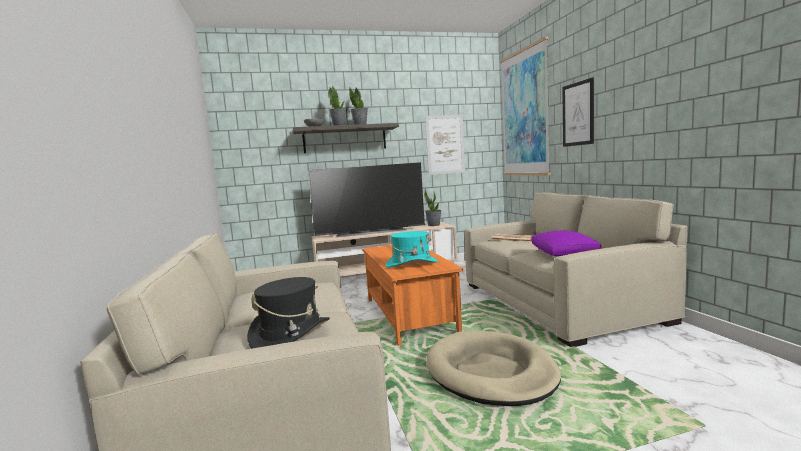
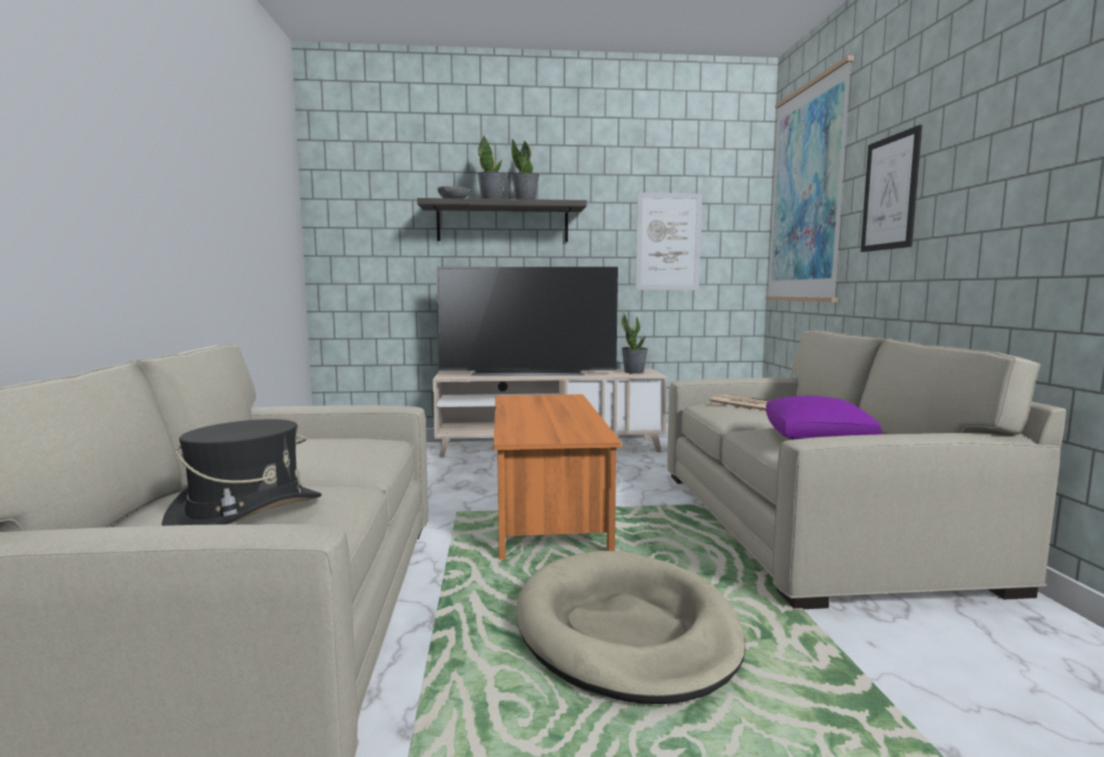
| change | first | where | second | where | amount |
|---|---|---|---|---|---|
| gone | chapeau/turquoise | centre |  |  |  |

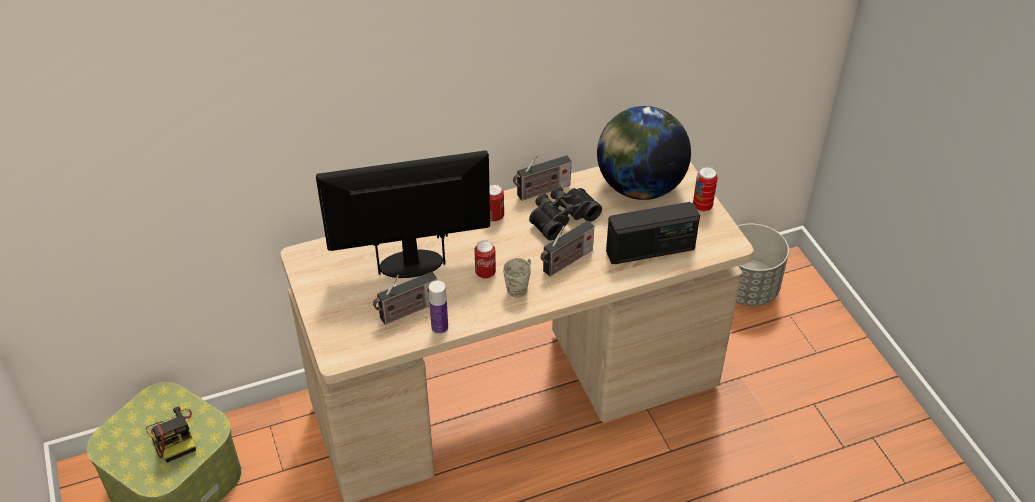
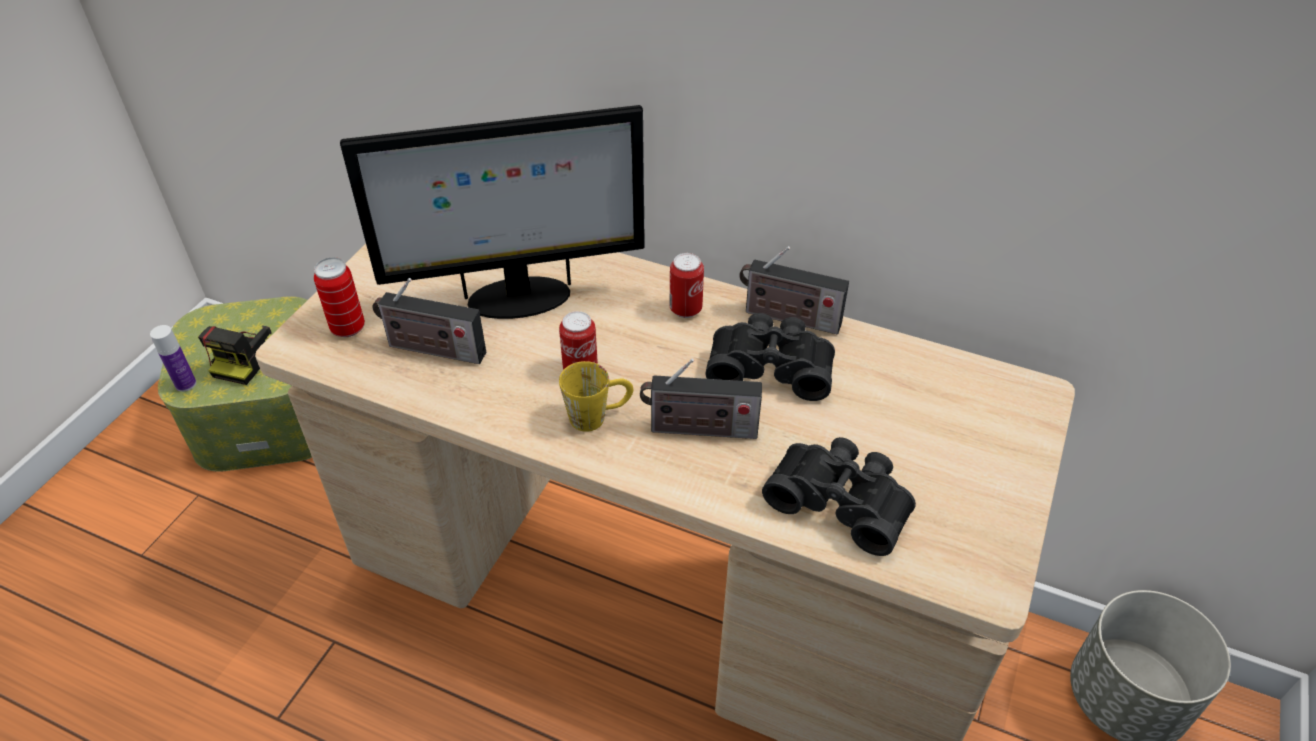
| change | first | where | second | where | amount |
|---|---|---|---|---|---|
| rotated | écran d'ordinateur | centre |  | top centre | 135 degrees clockwise |
| shifted | bouteille | centre |  | middle left |  |
| repainted | mug/blanc | centre | mug/jaune | centre |  |
| gone | globe | top centre |  |  |  |
| swapped | radio (no. 4 from left) | centre | jumelles/noir (no. 2 from left) | bottom centre |  |
| shifted | boîte métallique (no. 3 from left in the first image) | middle right | boîte métallique (no. 1 from left) | middle left |  |

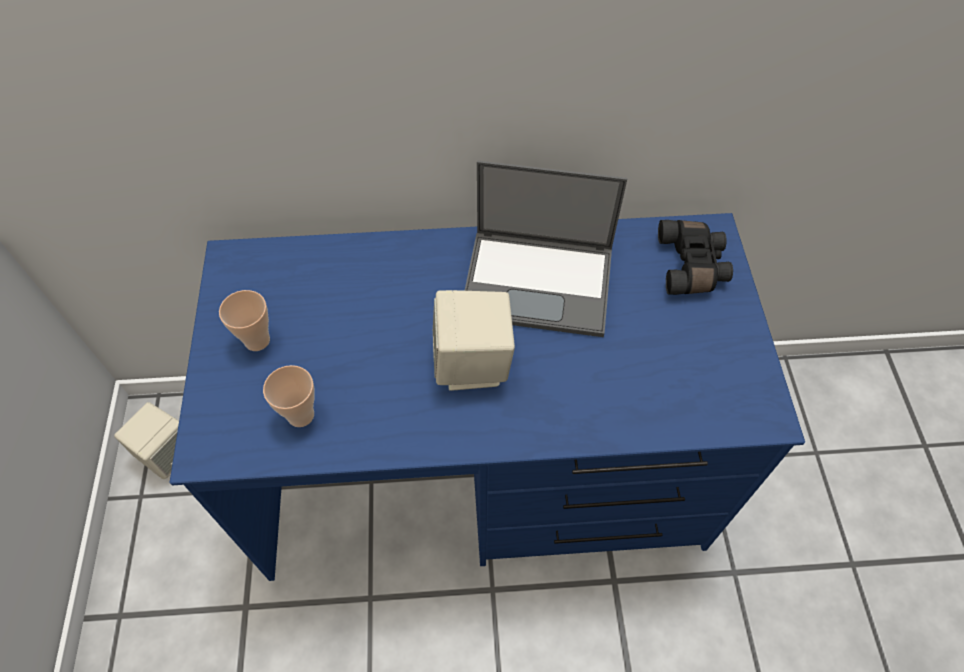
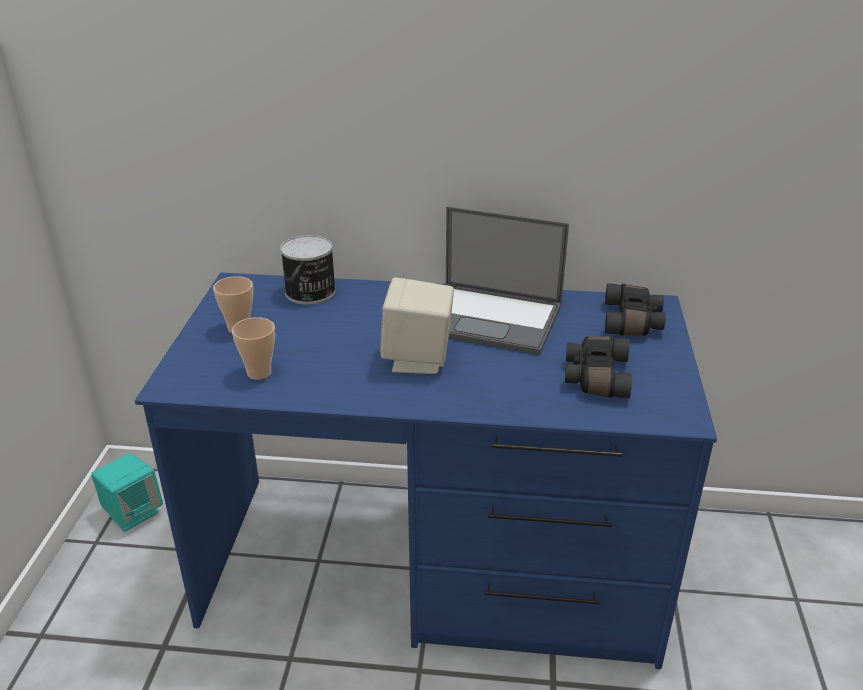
| change | first | where | second | where | amount |
|---|---|---|---|---|---|
| repainted | enceinte/beige (no. 1 from left) | middle left | enceinte/turquoise | bottom left |  |
| new |  |  | boîte métallique | centre |  |
| new |  |  | jumelles/noir (no. 1 from left) | middle right |  |

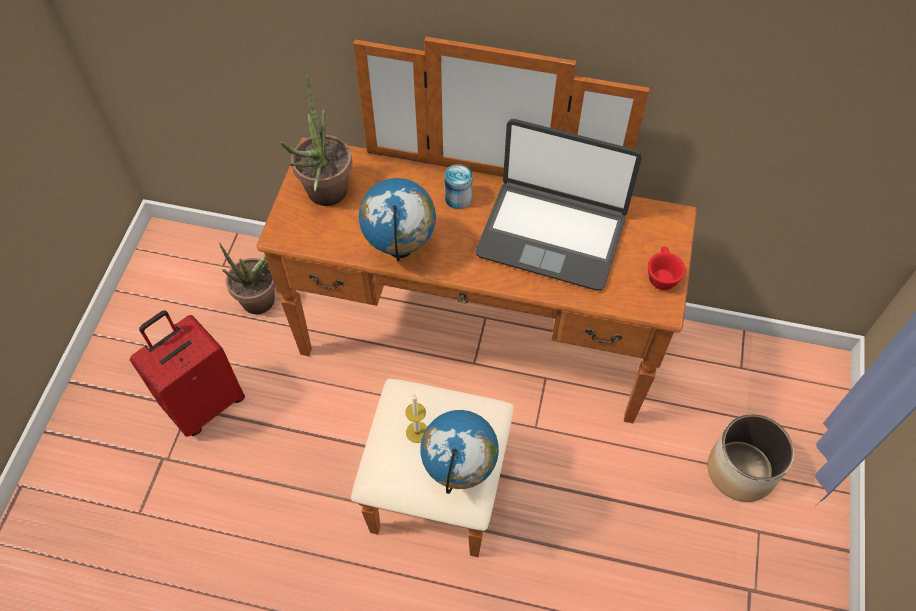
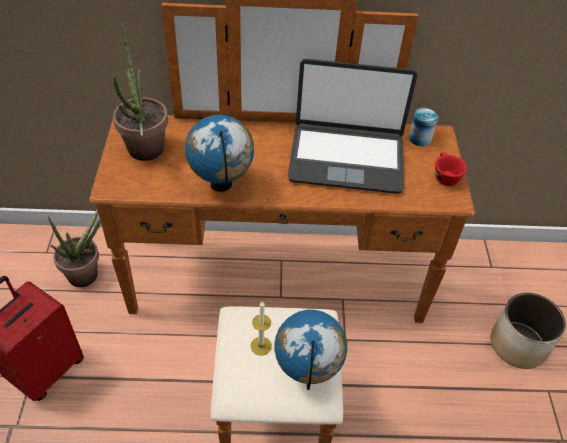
| change | first | where | second | where | amount |
|---|---|---|---|---|---|
| shifted | boîte métallique | top centre |  | top right |  |

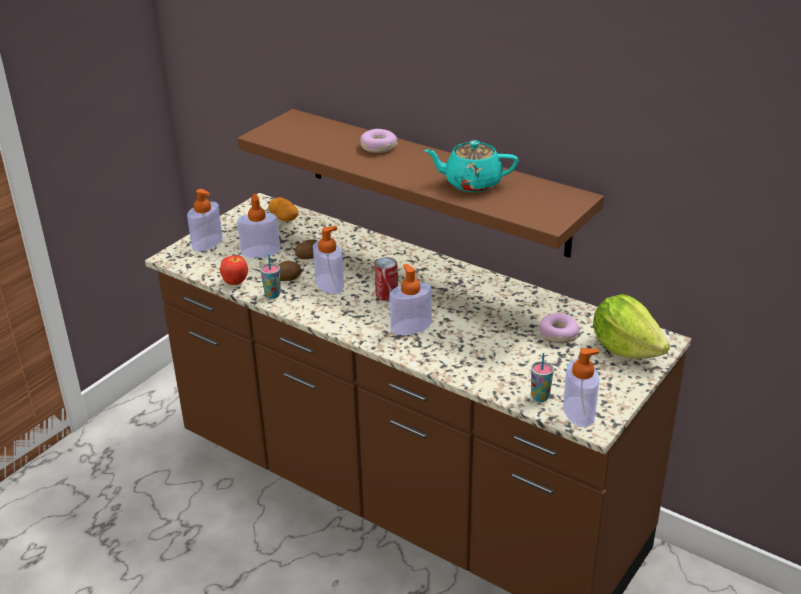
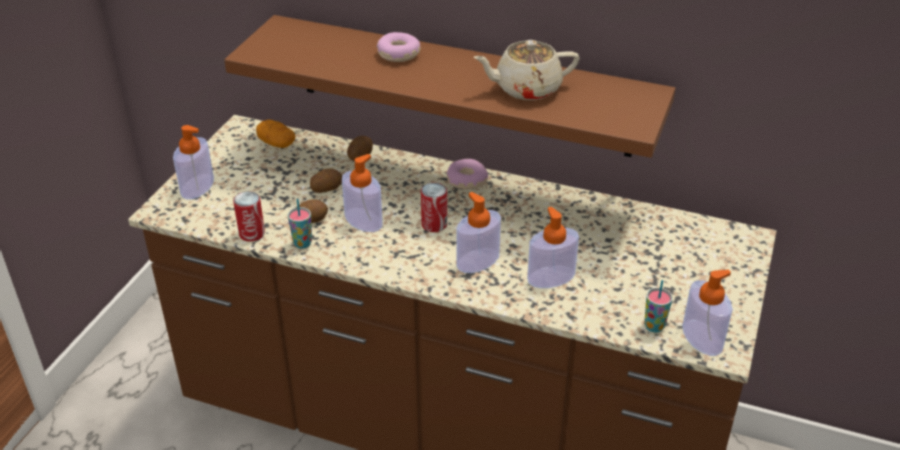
| change | first | where | second | where | amount |
|---|---|---|---|---|---|
| swapped | pomme | middle left | boîte métallique (no. 1 from left) | middle left |  |
| shifted | distributeur de savon (no. 2 from left in the first image) | middle left | distributeur de savon (no. 4 from left) | centre |  |
| repainted | théière/turquoise | top centre | théière/beige | top centre |  |
| shifted | beignet (no. 2 from left) | middle right |  | centre |  |
| gone | laitue | middle right |  |  |  |
| new |  |  | pomme de terre (no. 4 from left) | top centre |  |

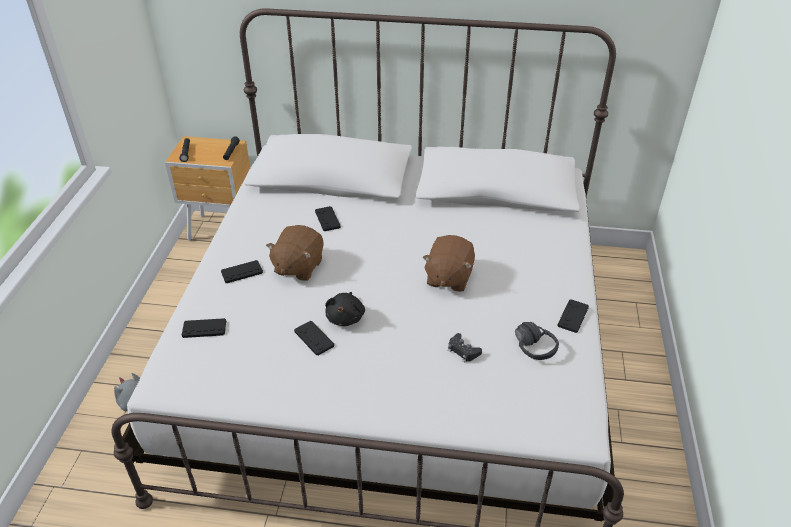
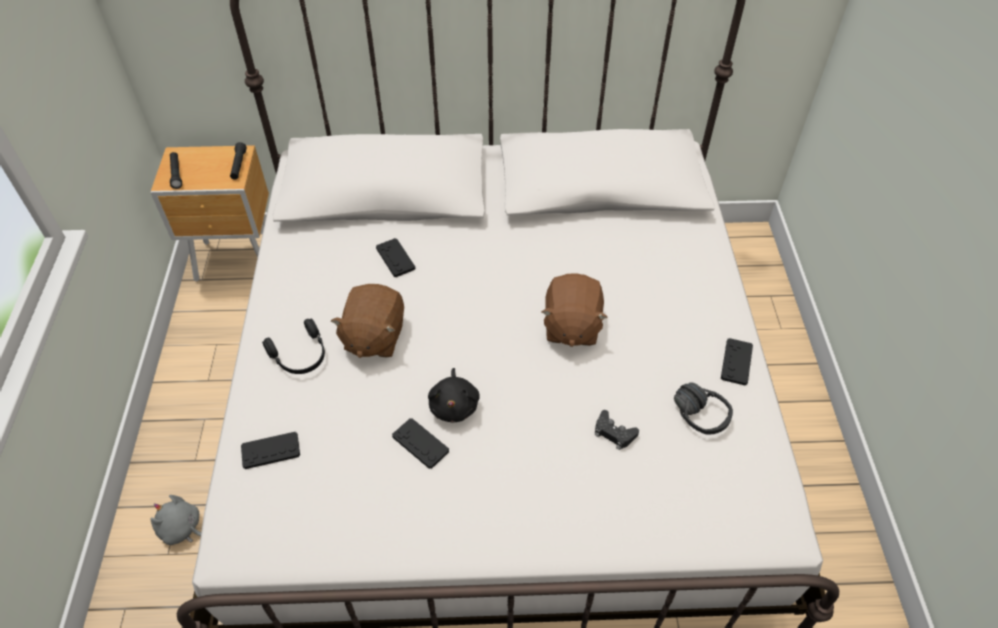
| change | first | where | second | where | amount |
|---|---|---|---|---|---|
| swapped | manette/noir (no. 2 from left) | middle left | casque audio/noir (no. 1 from left) | middle left |  |

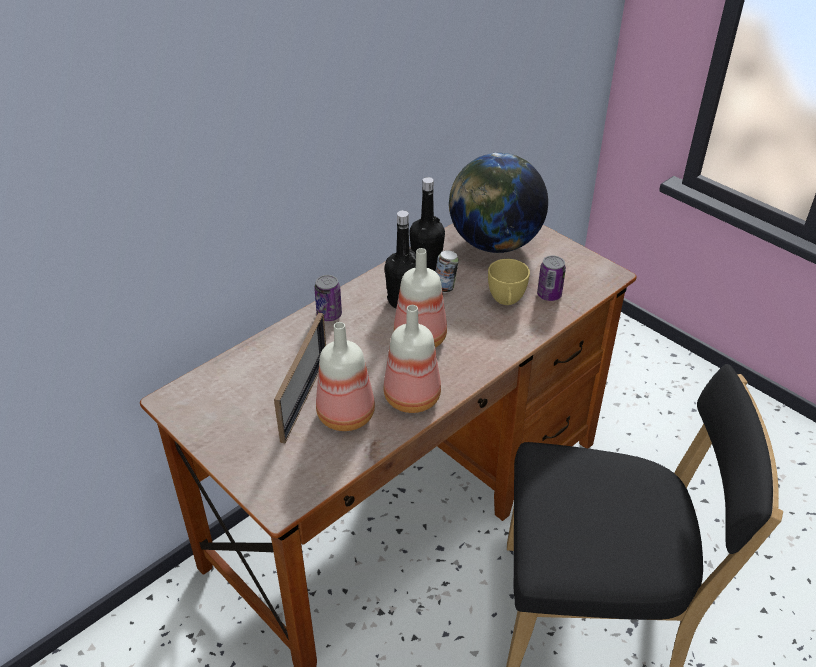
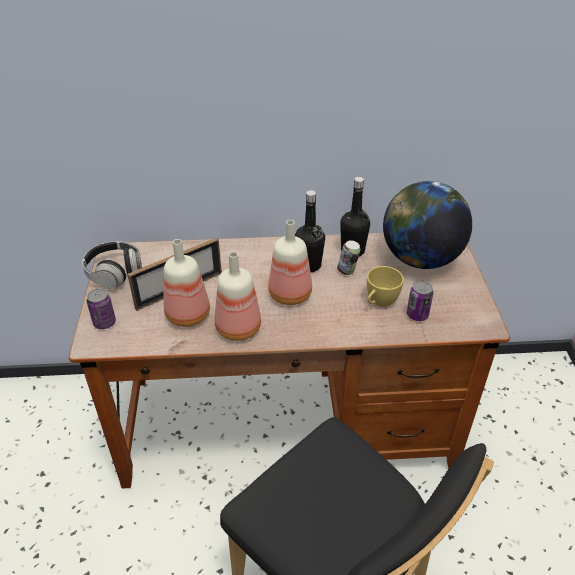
| change | first | where | second | where | amount |
|---|---|---|---|---|---|
| shifted | boîte métallique (no. 1 from left) | centre |  | middle left |  |
| new |  |  | casque audio | middle left |  |

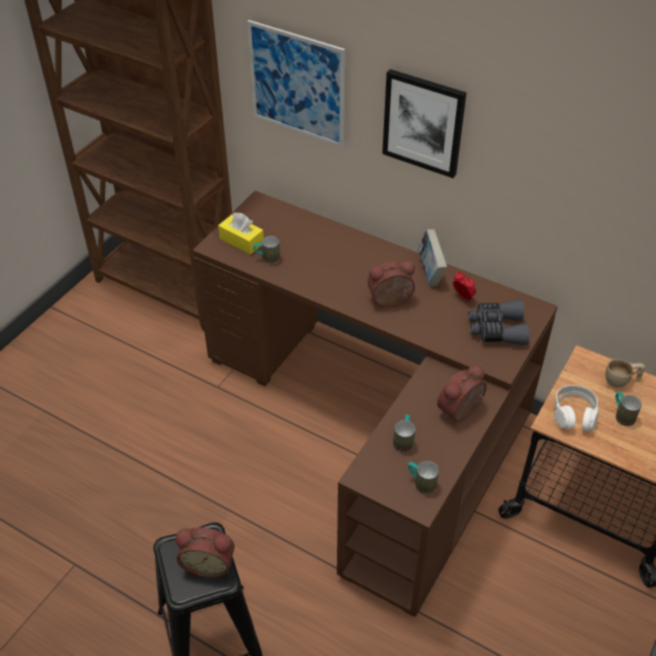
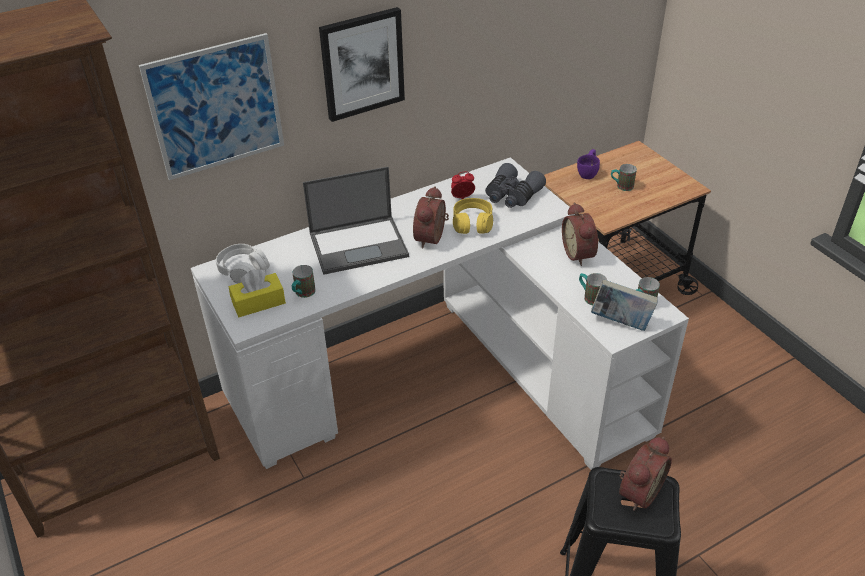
| change | first | where | second | where | amount |
|---|---|---|---|---|---|
| repainted | bureau/marron | centre | bureau/blanc | centre |  |
| shifted | livre | centre |  | middle right |  |
| shifted | casque audio/blanc | middle right |  | middle left |  |
| repainted | tasse/beige | middle right | tasse/violet | top right |  |
| new |  |  | ordinateur portable | centre |  |
| new |  |  | casque audio/jaune | centre |  |

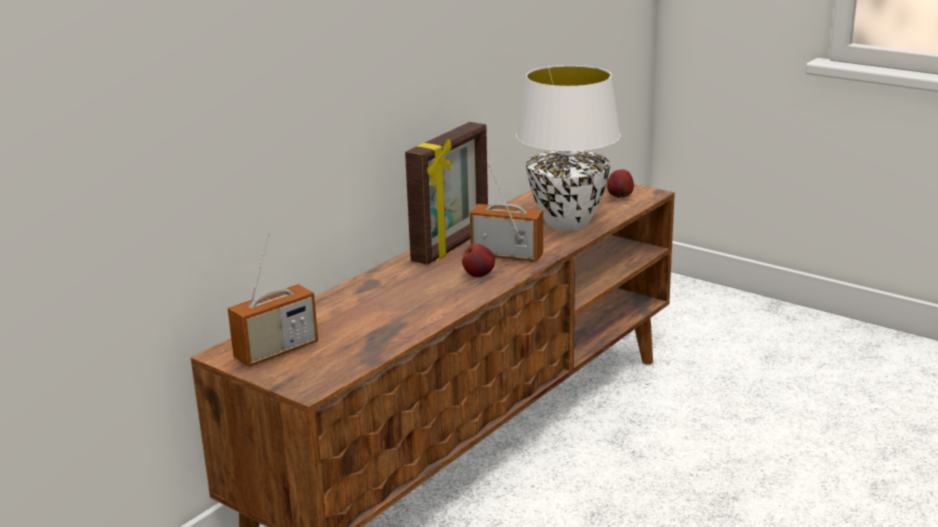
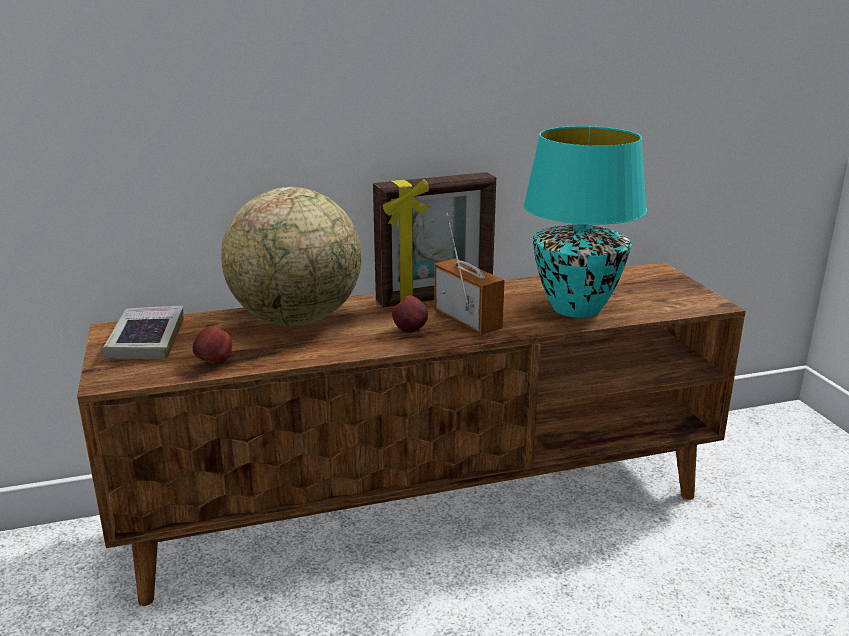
| change | first | where | second | where | amount |
|---|---|---|---|---|---|
| swapped | radio (no. 1 from left) | middle left | livre | middle left |  |
| repainted | lampe de table/blanc | top centre | lampe de table/turquoise | middle right |  |
| shifted | pomme (no. 2 from left in the first image) | centre | pomme (no. 1 from left) | middle left |  |
| new |  |  | globe | centre |  |

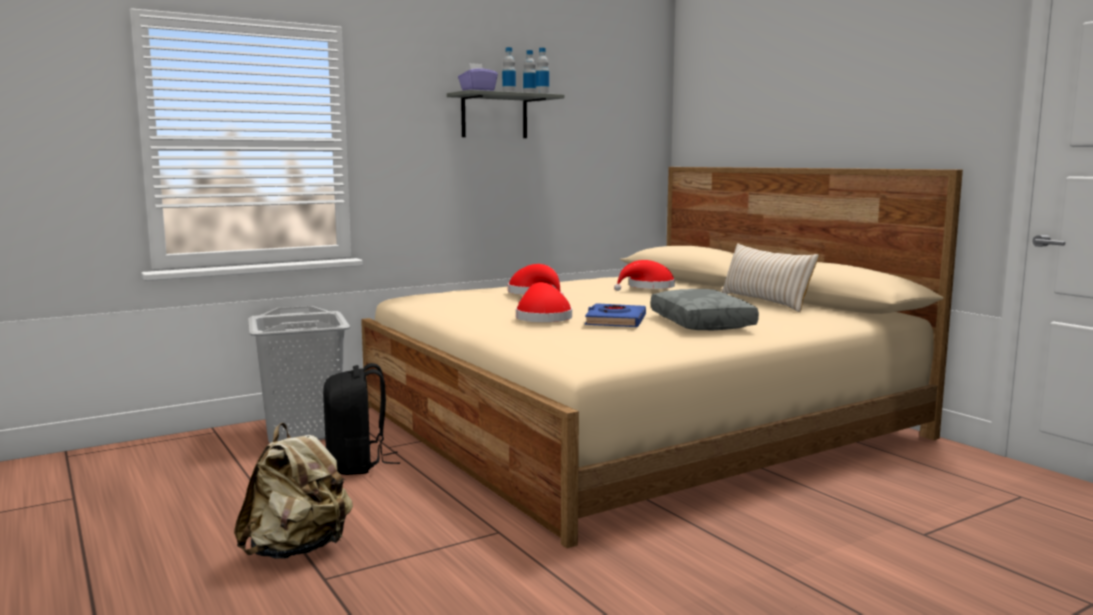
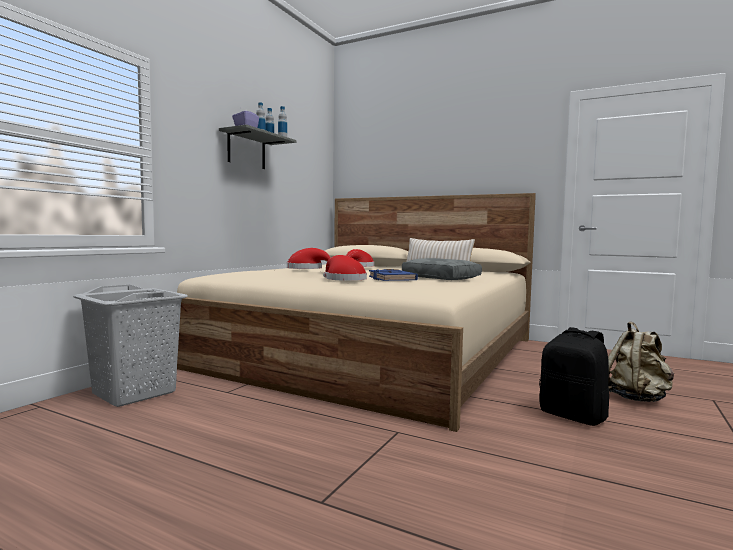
| change | first | where | second | where | amount |
|---|---|---|---|---|---|
| shifted | sac à dos/beige | bottom left |  | middle right |  |
| shifted | sac à dos/noir | bottom left |  | bottom right |  |

